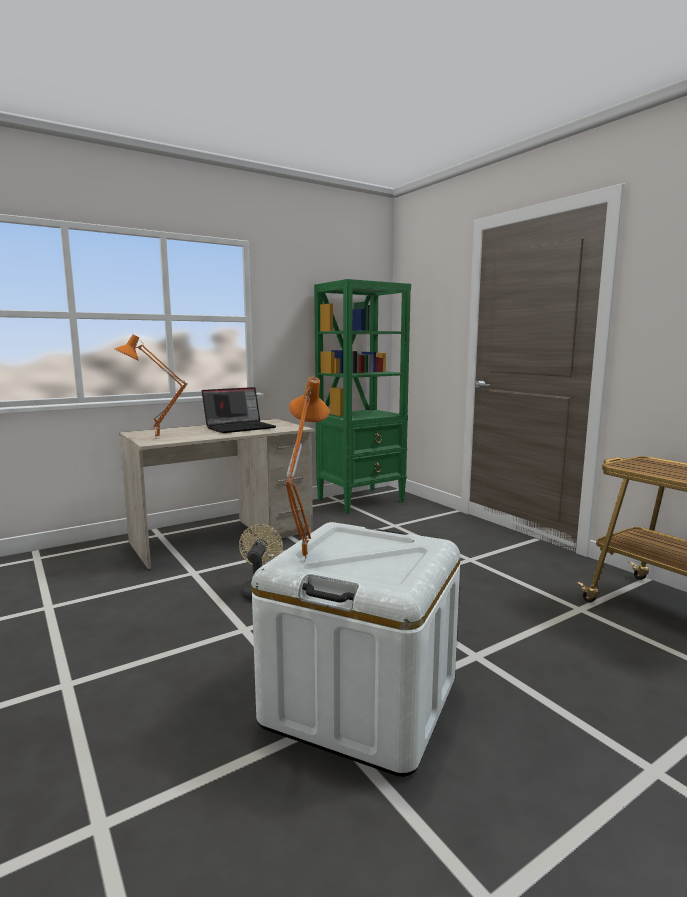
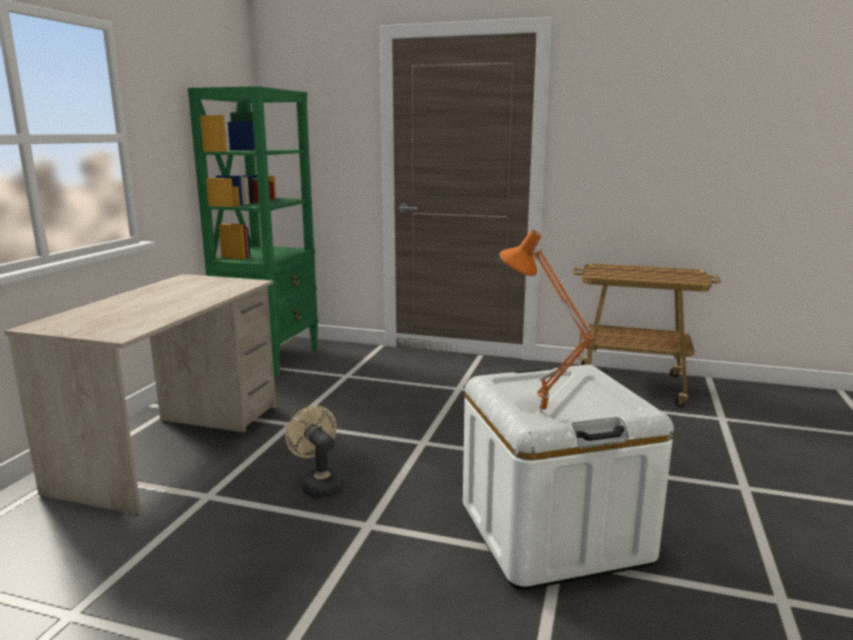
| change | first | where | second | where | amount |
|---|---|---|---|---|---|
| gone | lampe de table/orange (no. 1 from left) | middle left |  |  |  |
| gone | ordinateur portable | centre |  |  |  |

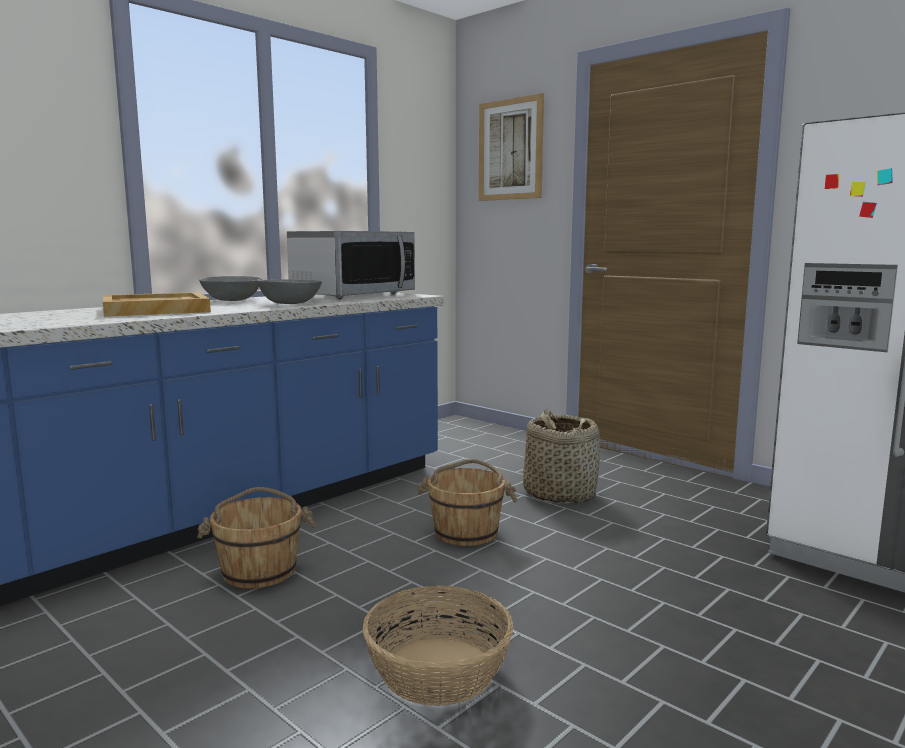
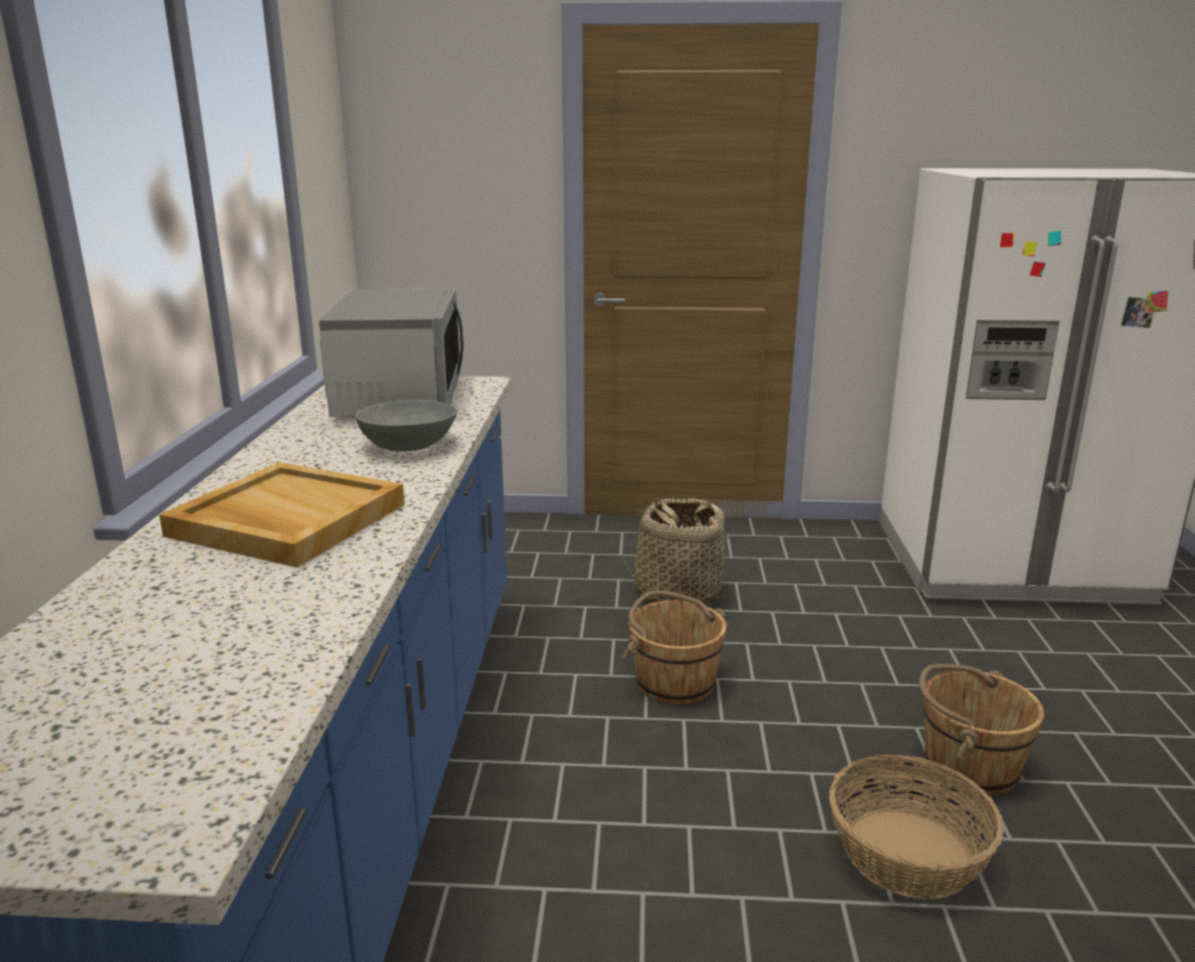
| change | first | where | second | where | amount |
|---|---|---|---|---|---|
| shifted | seau/marron (no. 1 from left in the first image) | bottom left | seau/marron (no. 2 from left) | bottom right |  |
| gone | bol/gris (no. 1 from left) | middle left |  |  |  |
| gone | tableau | top centre |  |  |  |

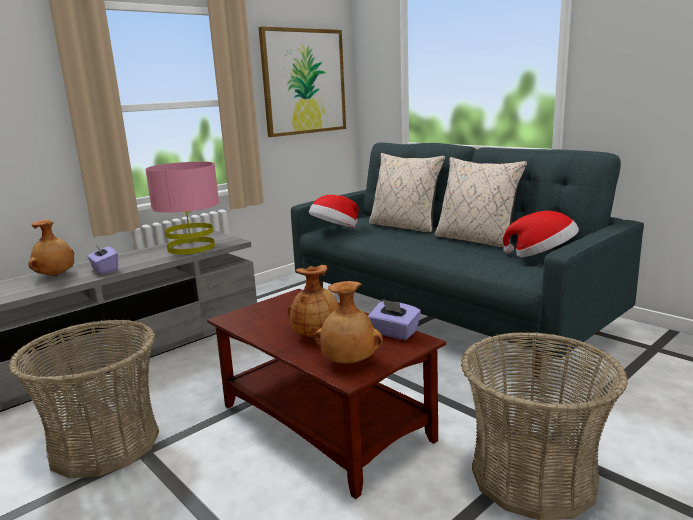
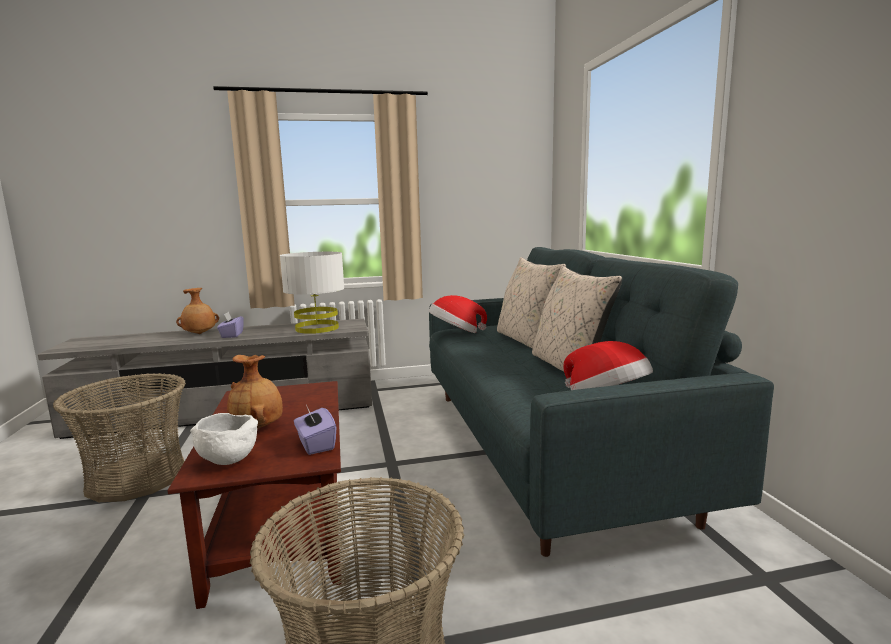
| change | first | where | second | where | amount |
|---|---|---|---|---|---|
| repainted | lampe de table/rose | middle left | lampe de table/blanc | centre |  |
| gone | tableau | top centre |  |  |  |
| swapped | vase/marron (no. 3 from left) | centre | bol/blanc | bottom left |  |

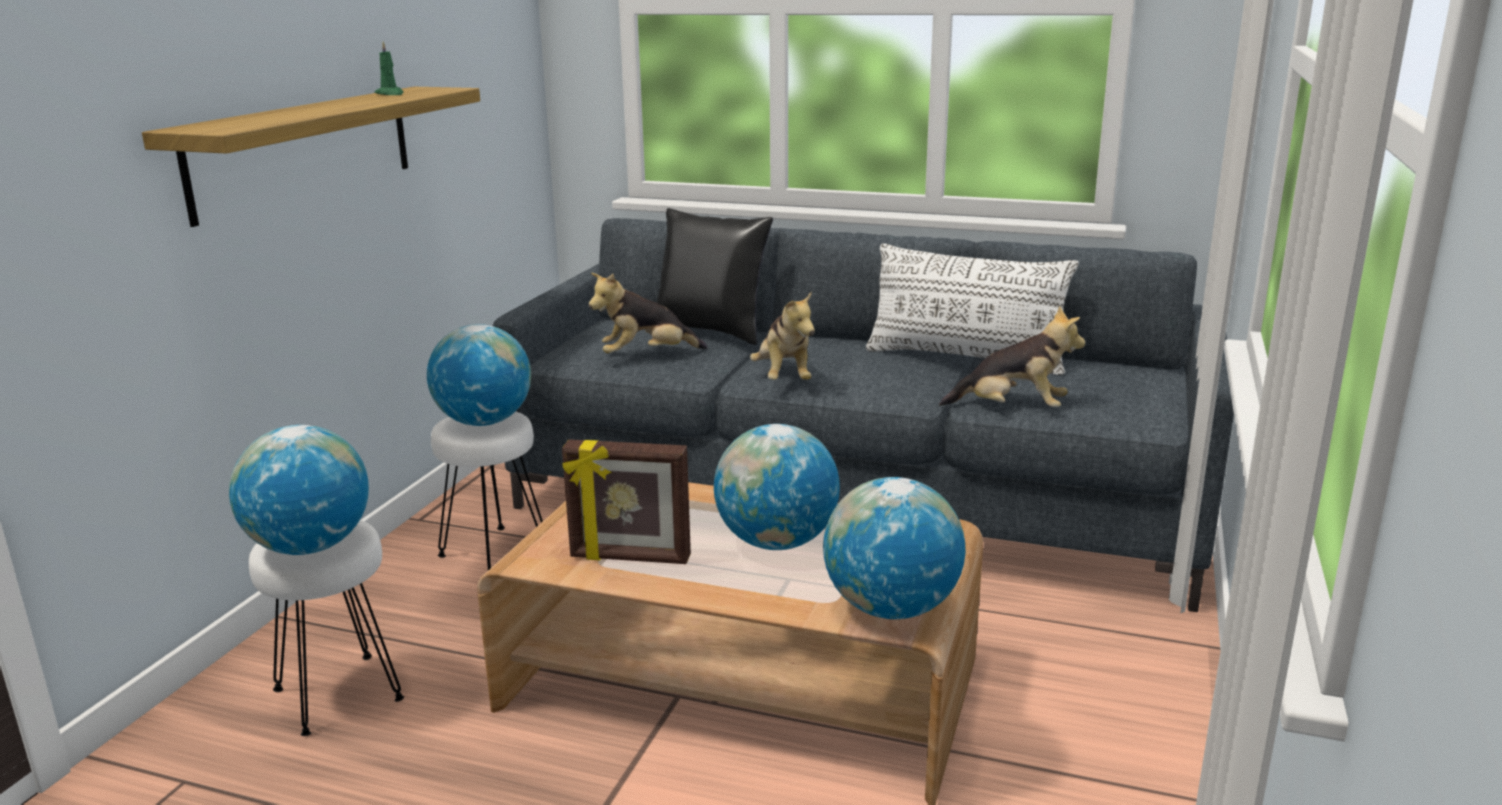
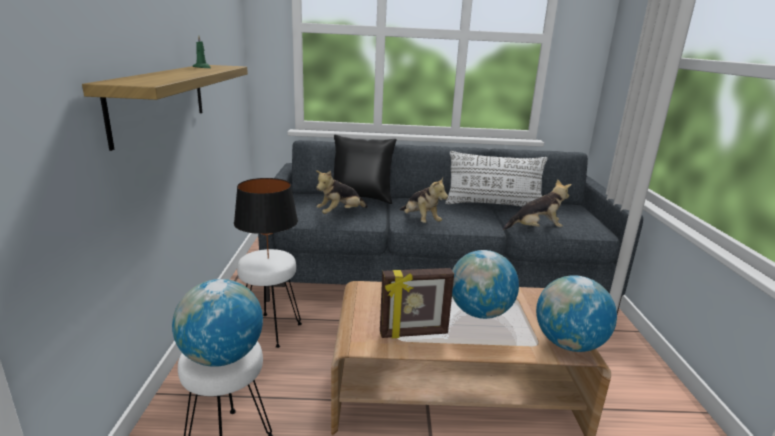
| change | first | where | second | where | amount |
|---|---|---|---|---|---|
| swapped | globe (no. 2 from left) | middle left | lampe de table/noir | centre |  |

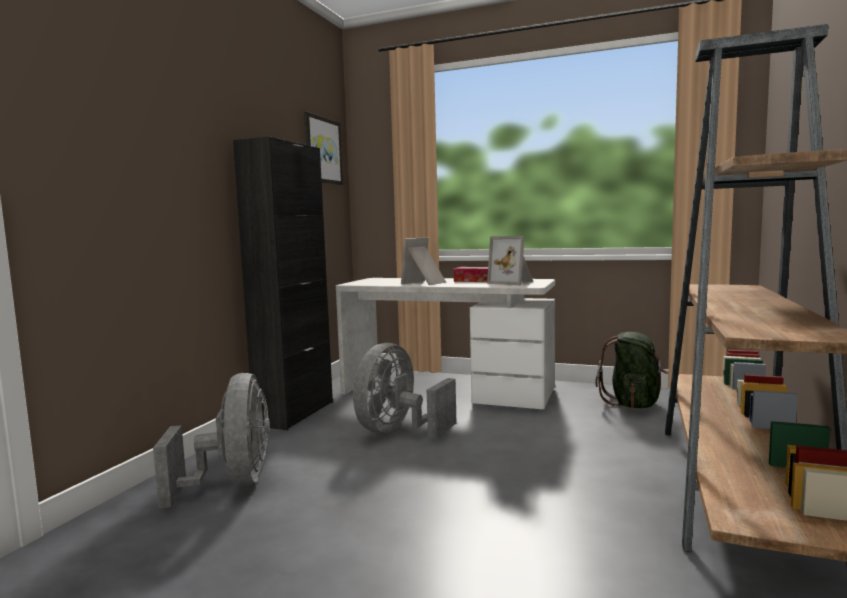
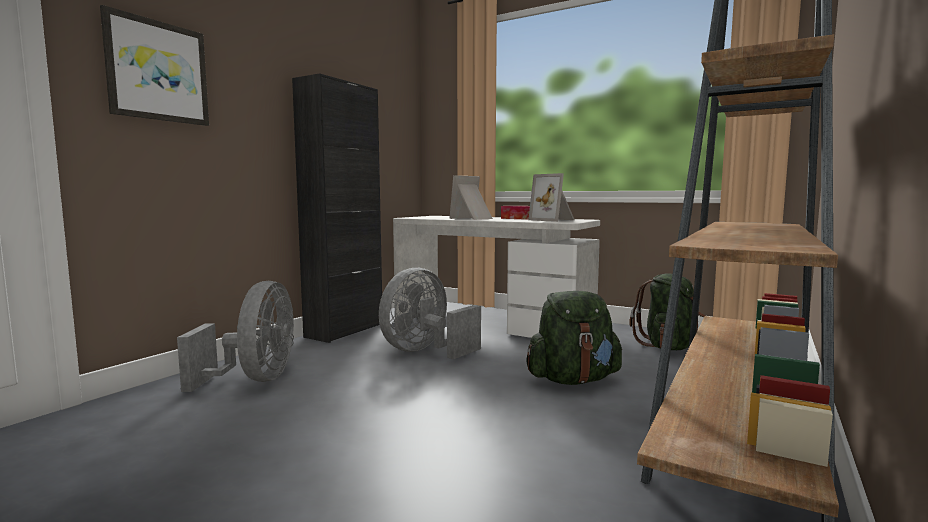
| change | first | where | second | where | amount |
|---|---|---|---|---|---|
| shifted | tableau | top centre |  | top left |  |
| new |  |  | sac à dos/vert (no. 1 from left) | centre |  |

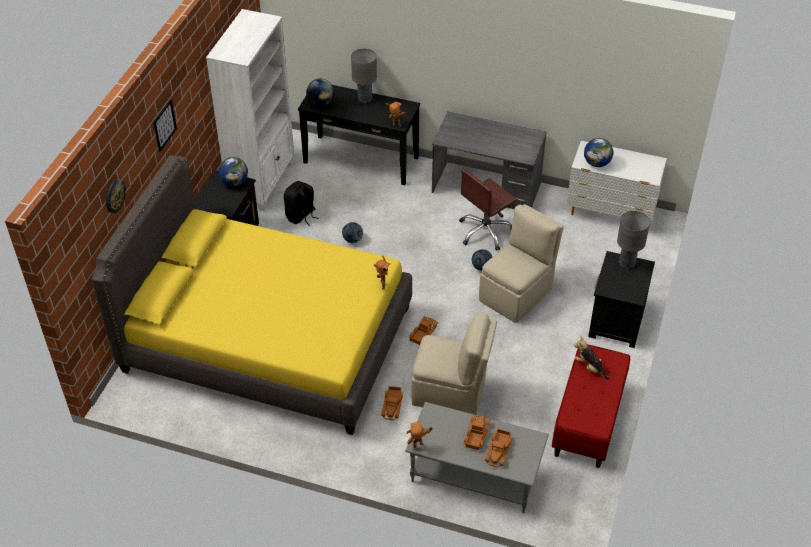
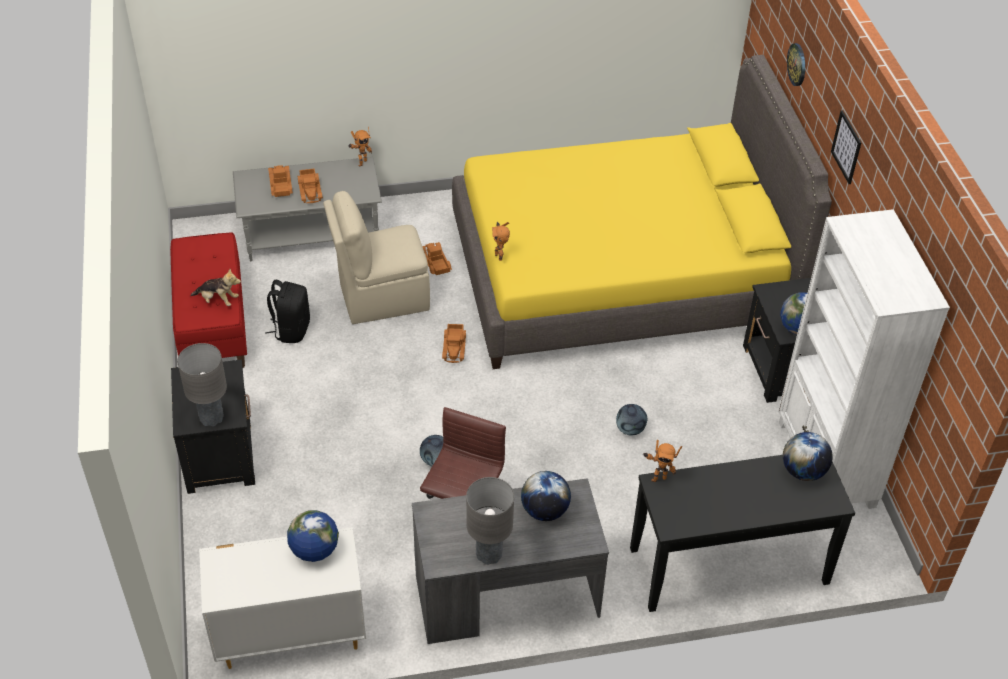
| change | first | where | second | where | amount |
|---|---|---|---|---|---|
| shifted | sac à dos/noir | centre |  | middle left |  |
| shifted | lampe de table/gris (no. 1 from left in the first image) | top centre | lampe de table/gris (no. 2 from left) | bottom centre |  |
| gone | chaise/beige (no. 2 from left) | centre |  |  |  |
| new |  |  | globe (no. 2 from left) | bottom centre |  |

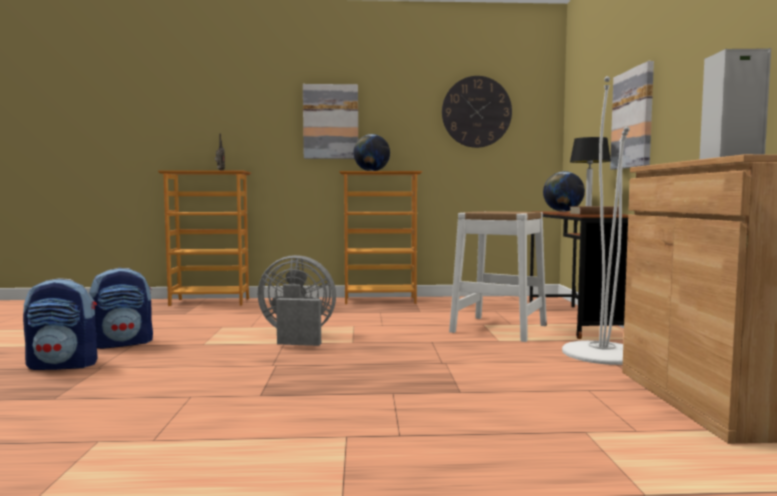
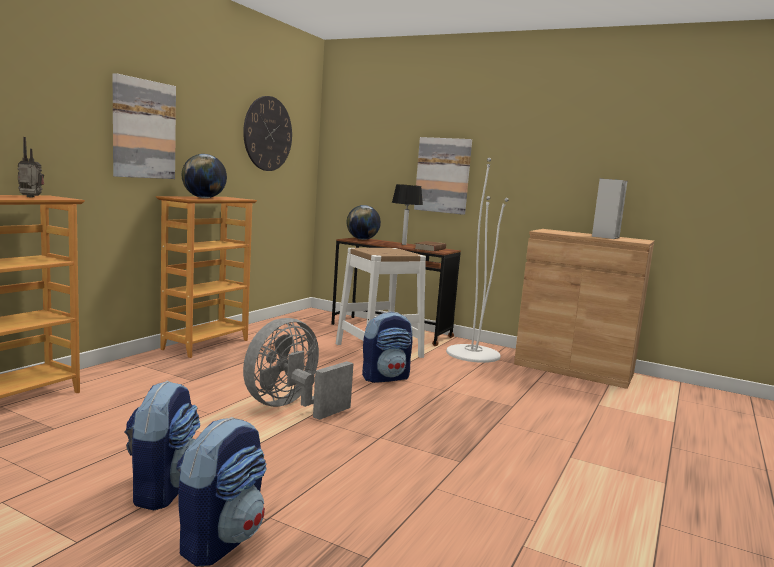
| change | first | where | second | where | amount |
|---|---|---|---|---|---|
| new |  |  | sac à dos (no. 3 from left) | centre |  |

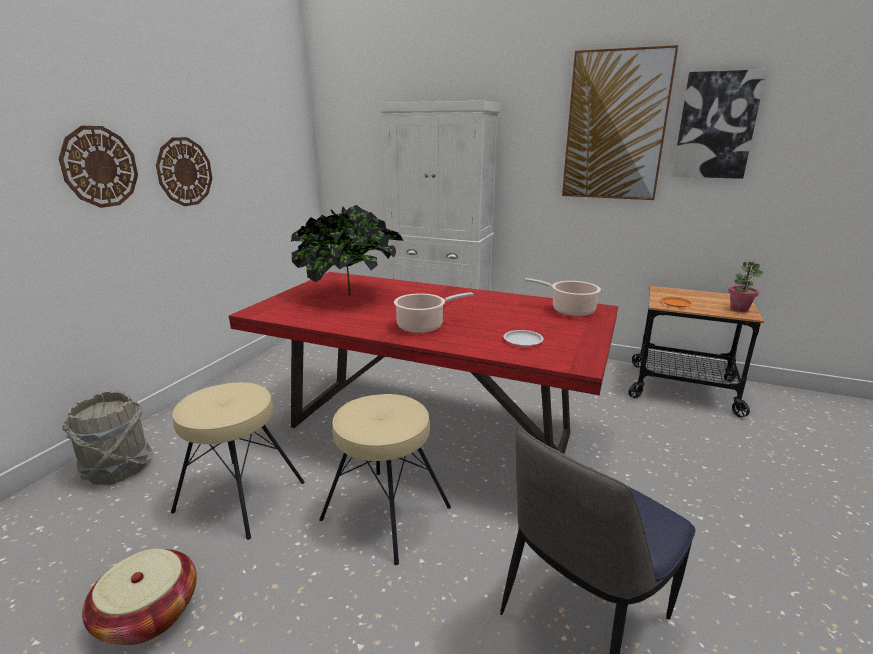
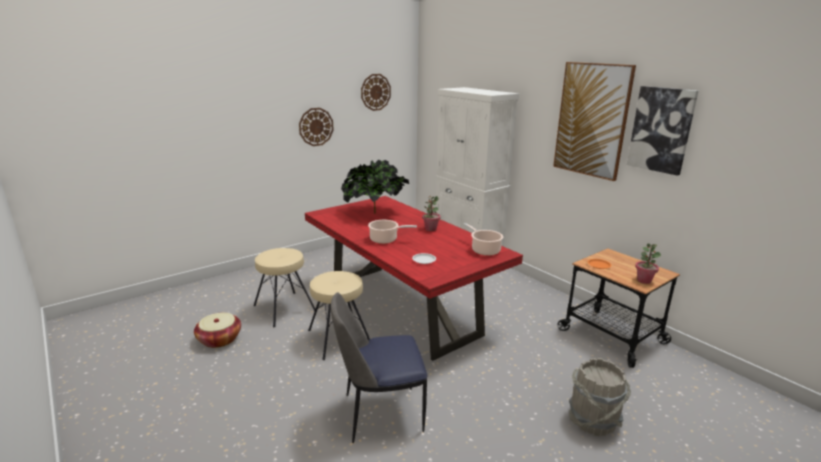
| change | first | where | second | where | amount |
|---|---|---|---|---|---|
| shifted | horloge murale (no. 1 from left in the first image) | top left | horloge murale (no. 2 from left) | top centre |  |
| shifted | seau/gris | bottom left |  | bottom right |  |
| new |  |  | plante en pot (no. 2 from left) | centre |  |

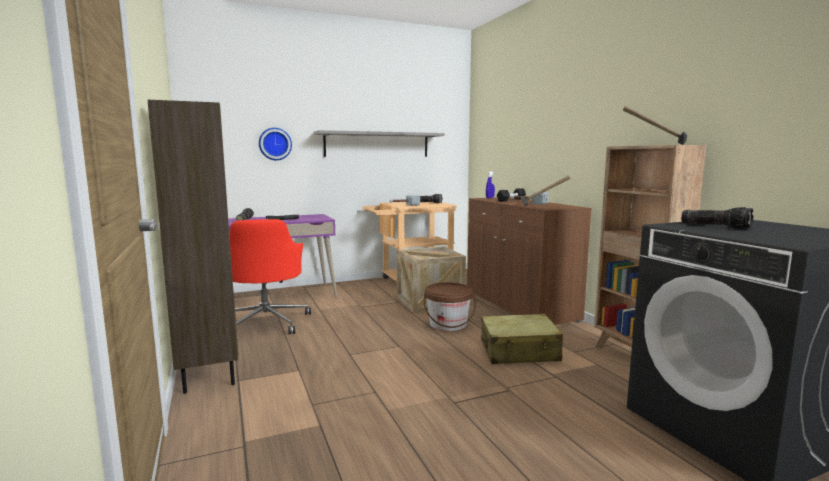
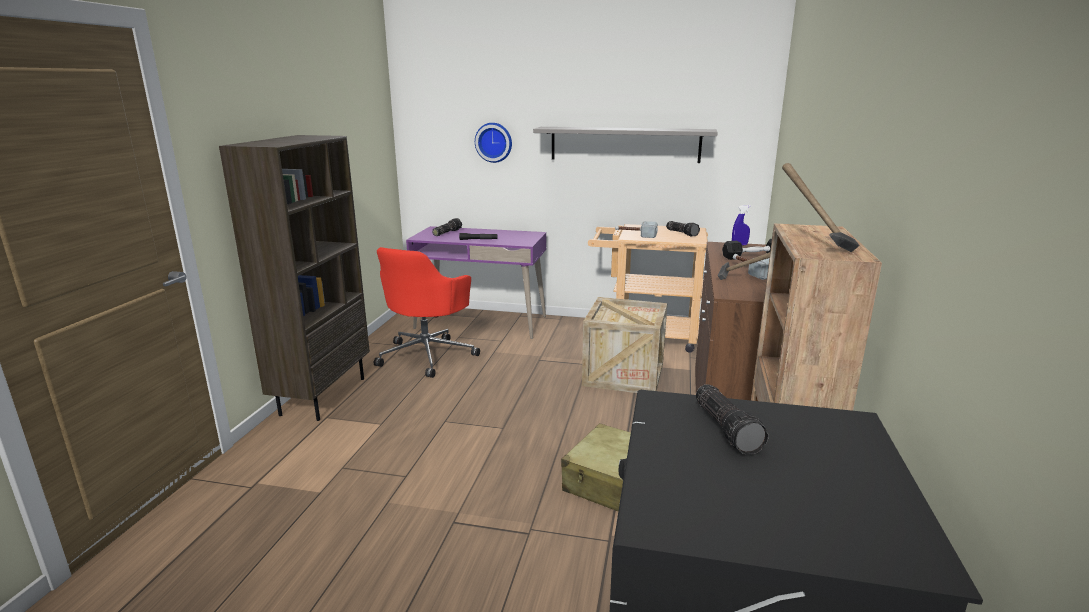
| change | first | where | second | where | amount |
|---|---|---|---|---|---|
| gone | seau/marron | centre |  |  |  |

